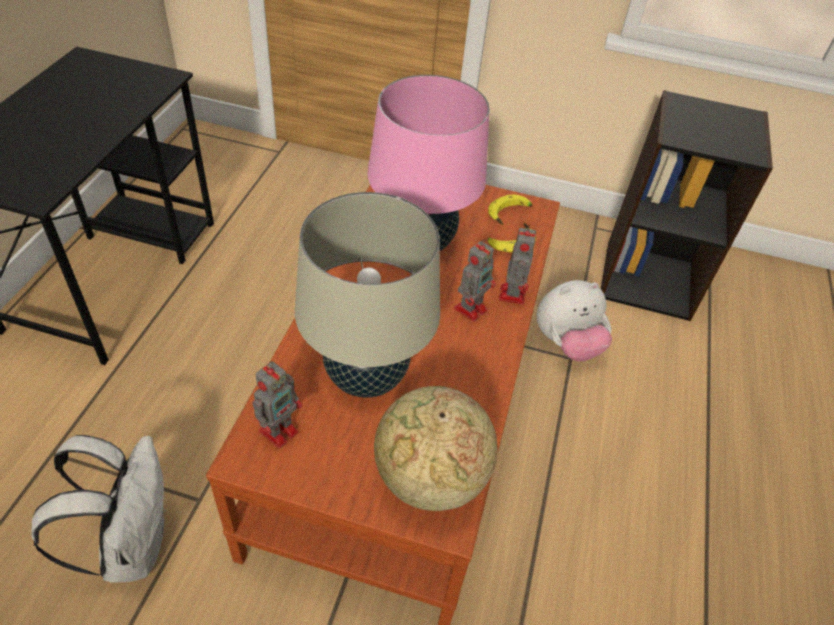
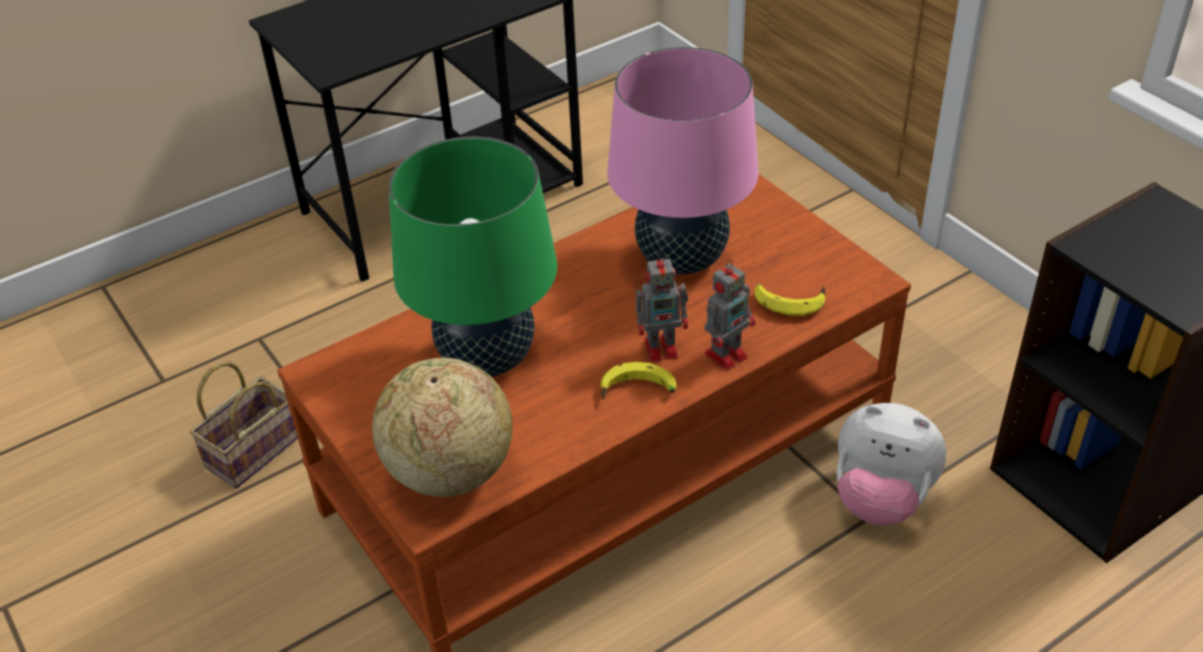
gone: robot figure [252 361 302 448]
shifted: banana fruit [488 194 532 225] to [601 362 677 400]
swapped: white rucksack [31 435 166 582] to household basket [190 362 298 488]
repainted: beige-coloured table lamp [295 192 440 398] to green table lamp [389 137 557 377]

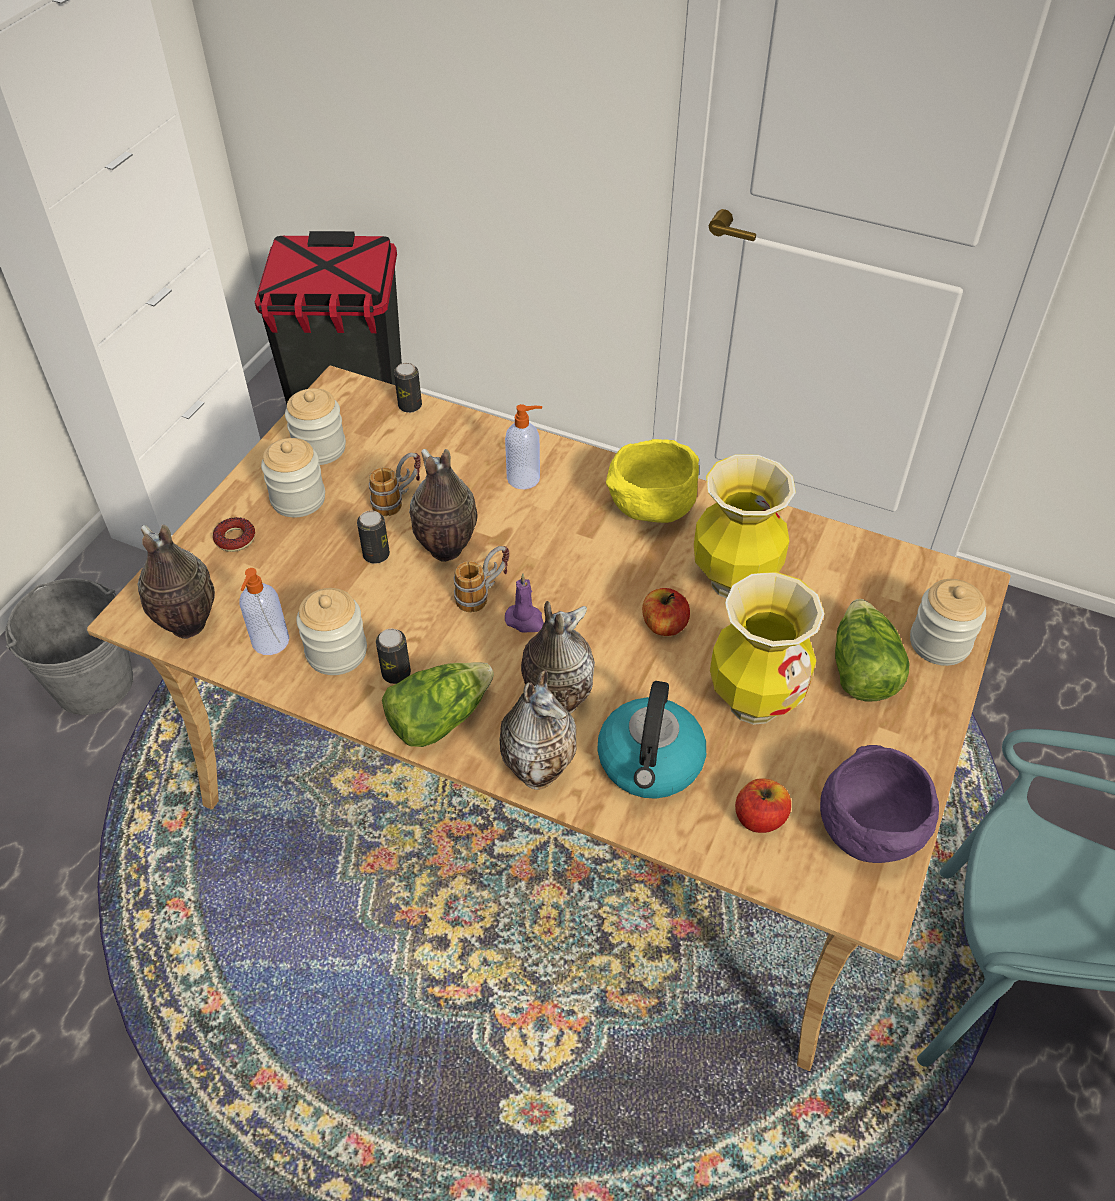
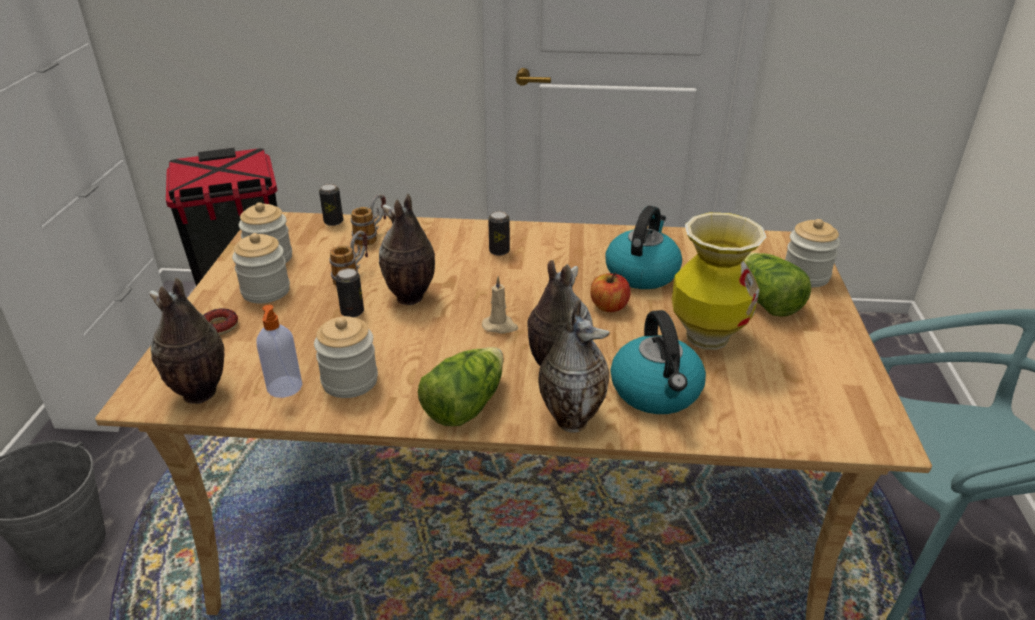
gone: soap dispenser [505 404 542 489]; yellow bowl [606 439 699 523]; apple fruit [735 778 791 833]; purple-coloured bowl [820 745 939 863]
shifted: metal can [376 629 411 684] to [488 211 510 256]; coffee mug [454 546 509 612] to [351 194 386 246]
swapped: decorative vase [694 454 796 598] to water kettle [605 206 682 289]
repainted: purple-coloured candle [505 574 544 633] to beige-coloured candle [482 276 518 334]

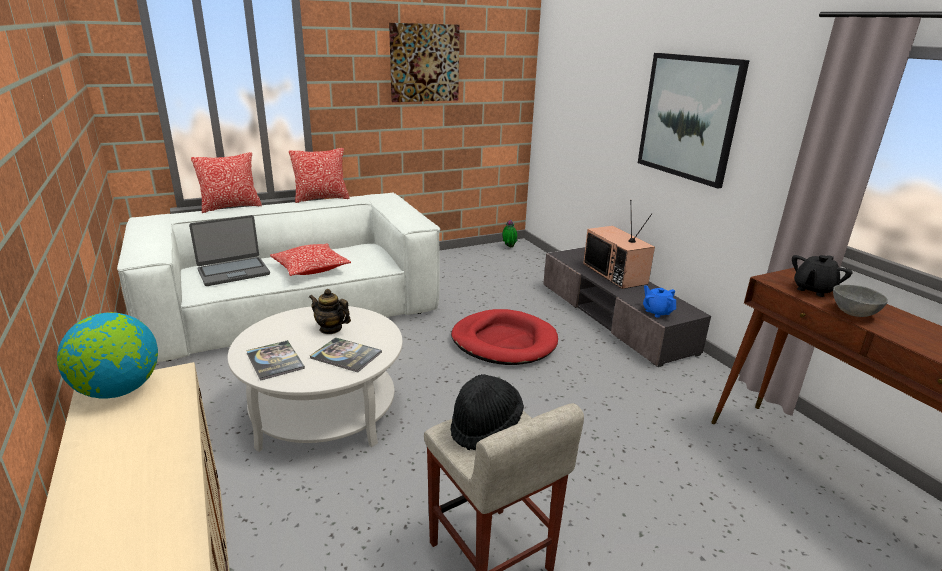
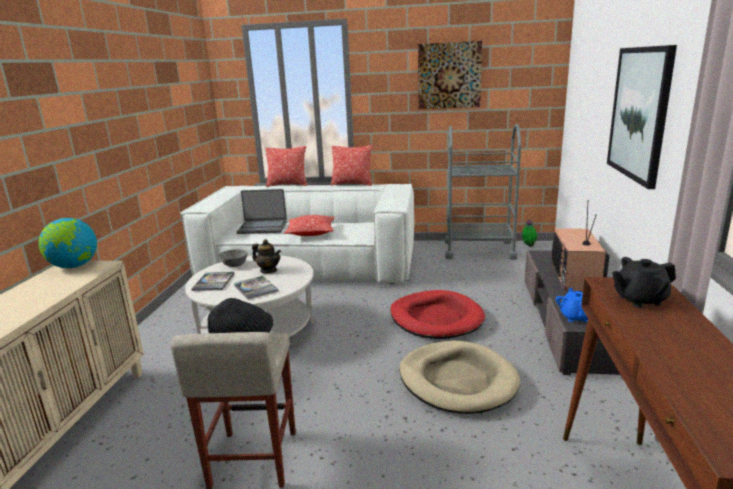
new: beige-coloured dog cushion [399 341 520 414]; gray trolley [445 124 521 260]
shifted: gray bowl [833 285 888 317] to [219 249 247 267]
rotated: tea pot [309 289 351 334] = [252 239 281 273] 150 degrees clockwise

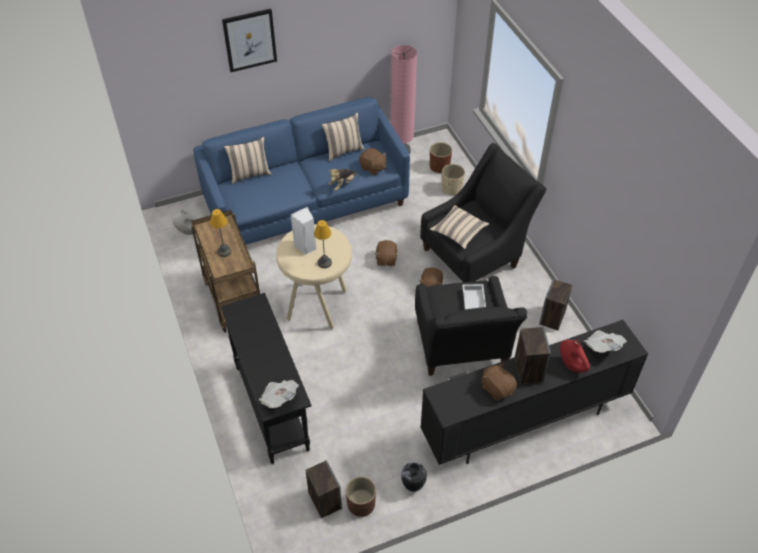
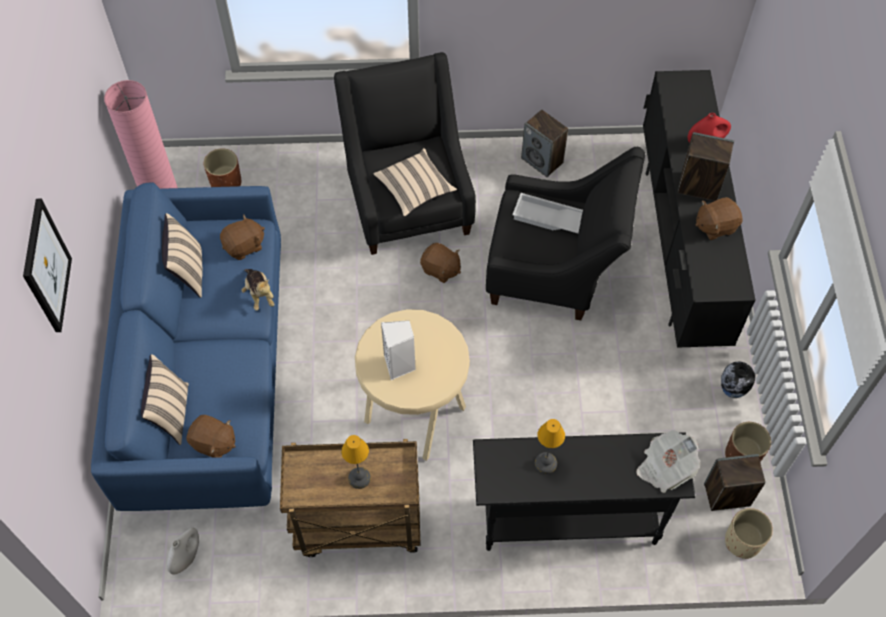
gone: printed paper [584 330 627 353]
shifted: table lamp [314 220 332 268] to [535 419 565 474]; brown-coloured plush toy [375 240 398 266] to [186 415 235 458]; beige-coloured plant pot [441 164 465 195] to [725 508 773 559]

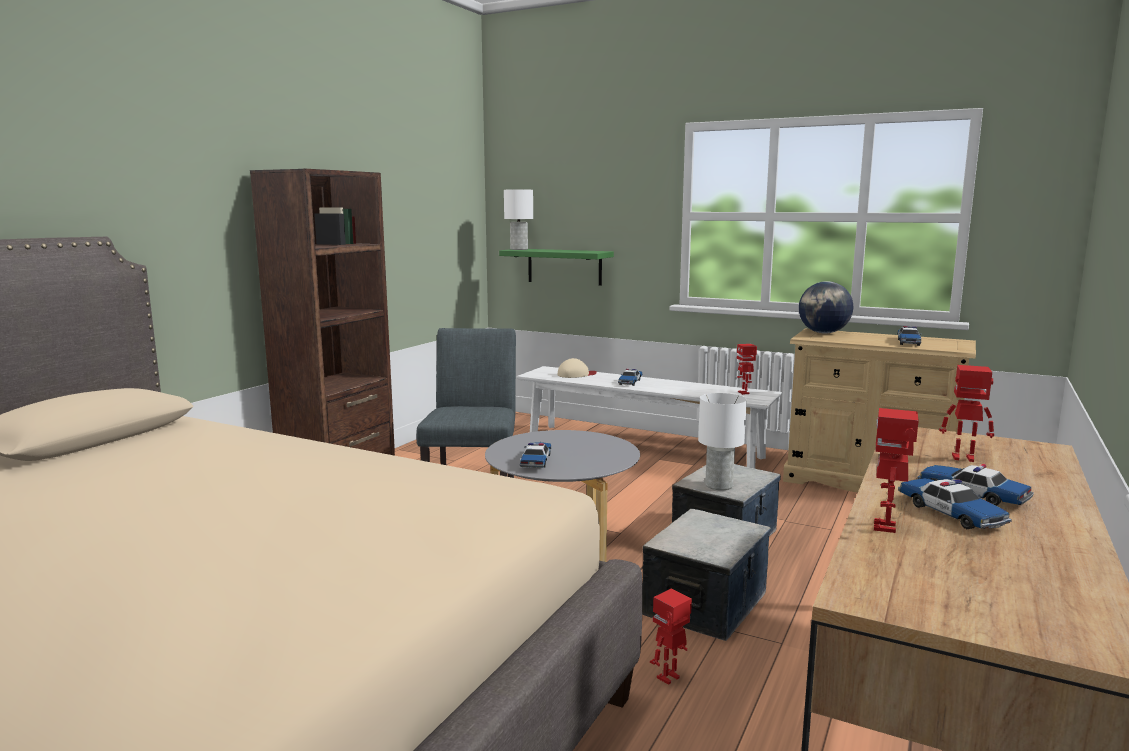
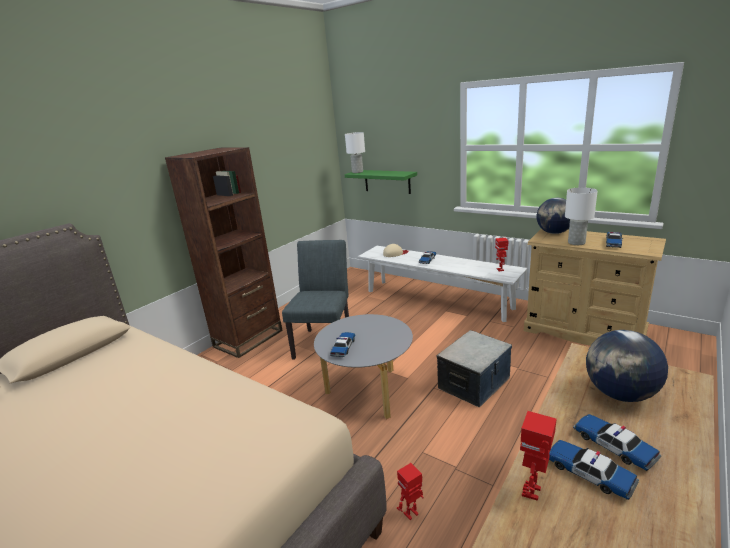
gone: storage bin [642 509 771 641]
shifted: white table lamp [698 393 747 490] to [565 187 598 245]
swapped: robot figure [939 365 994 462] to desk globe [586 330 668 402]
rotated: model car [898 478 1012 529] = [549 440 639 500] 150 degrees clockwise

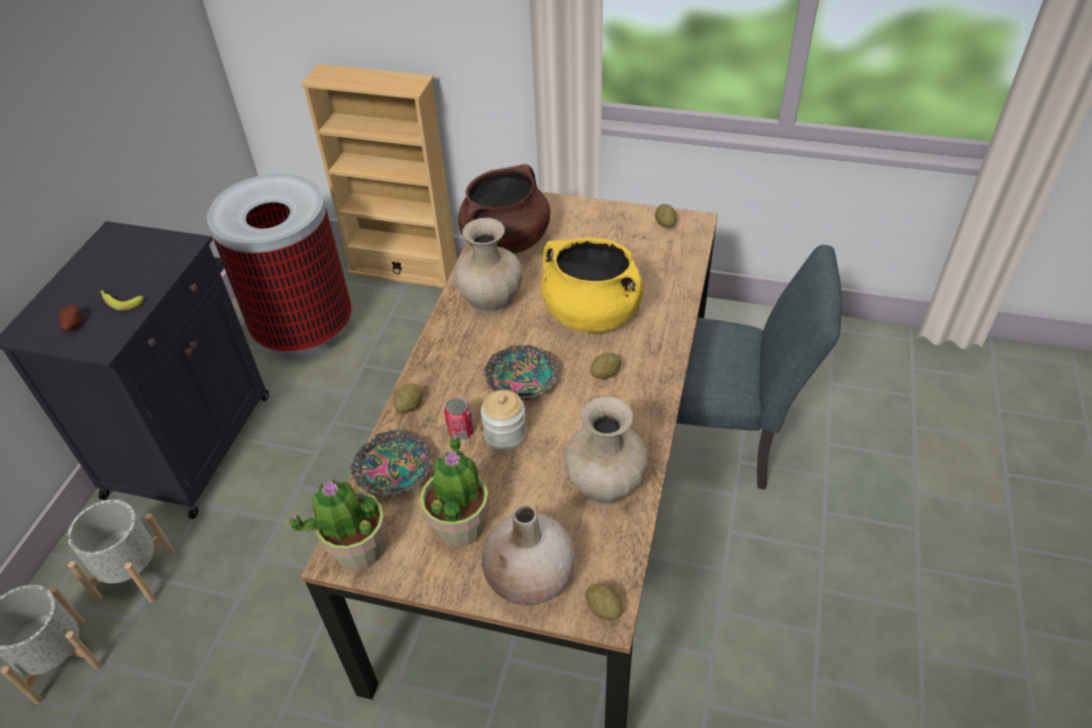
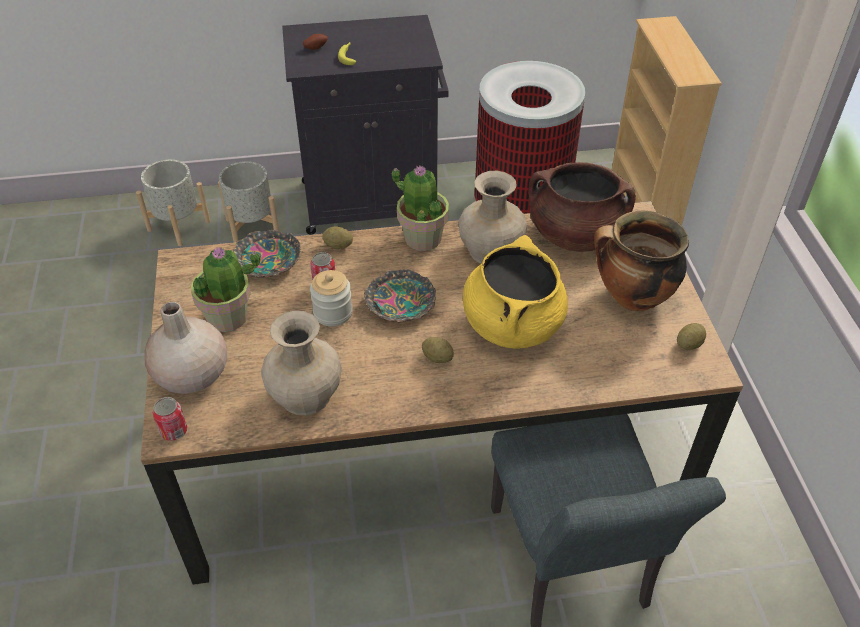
new: saucepot [594 211 689 311]
shifted: plant in a pot [289 479 386 571] to [392 166 449 251]
swapped: potato [586 583 623 620] to metal can [153 397 187 441]

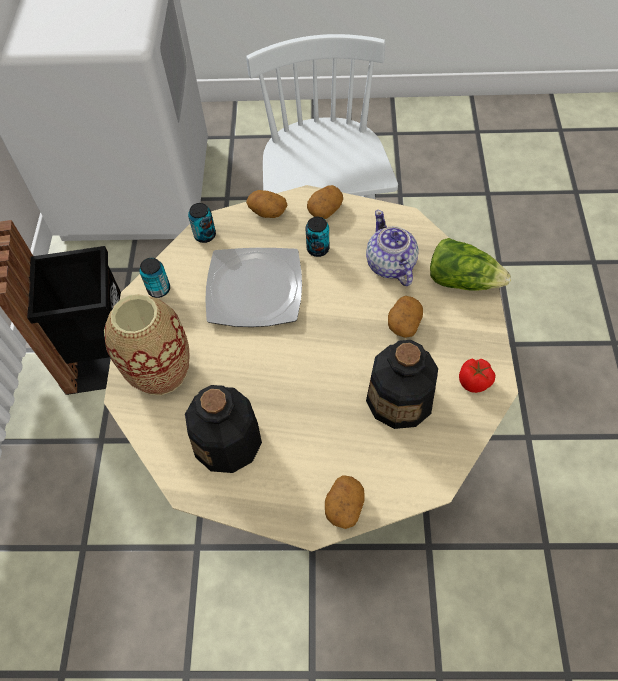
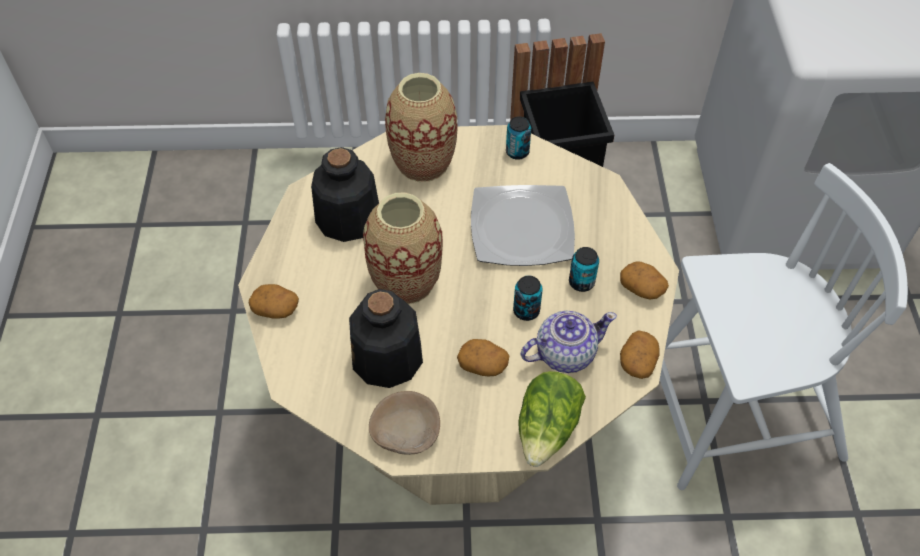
new: decorative vase [363 192 443 305]
shifted: metal can [188 203 216 243] to [513 276 543 321]; potato [246 190 287 218] to [620 331 660 379]
swapped: tomato [459 359 495 393] to beige-coloured bowl [369 391 440 455]

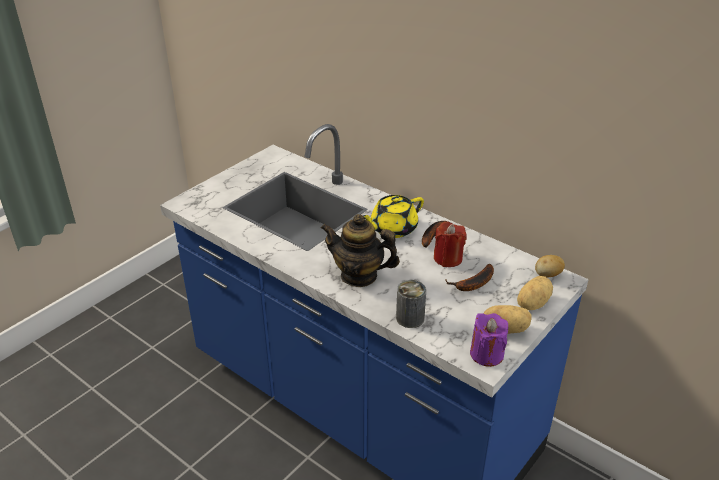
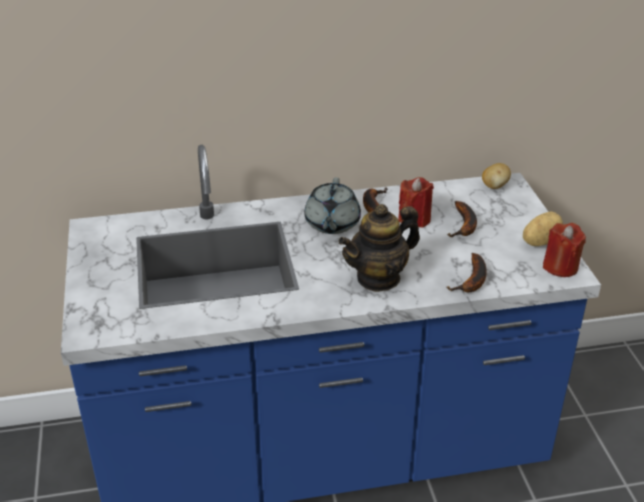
gone: potato [517 276 553 310]
swapped: metal can [396 280 426 328] to banana fruit [447 253 487 292]
repainted: yellow tea pot [363 195 424 238] to gray tea pot [304 177 361 234]; purple-coloured candle [470 313 508 367] to red candle [543 223 586 277]

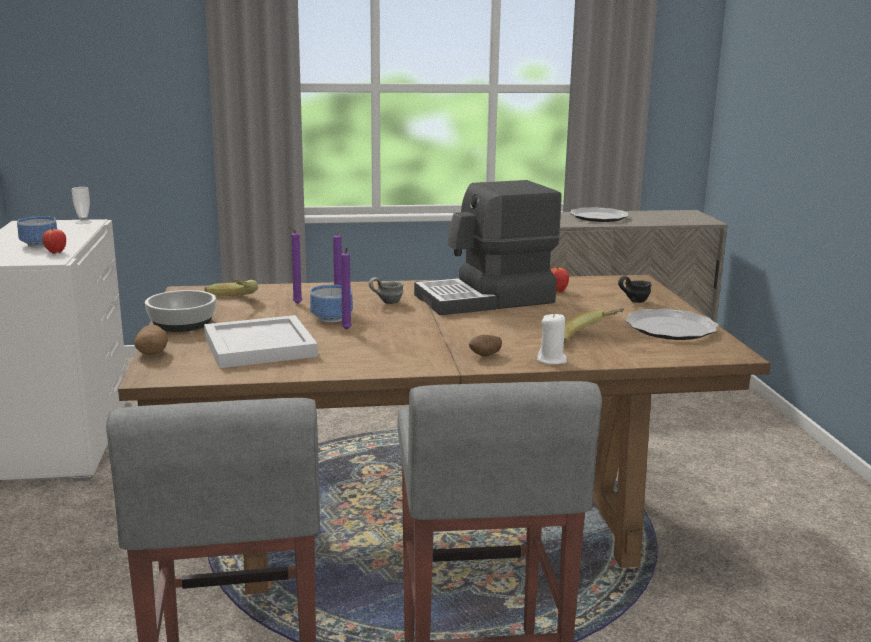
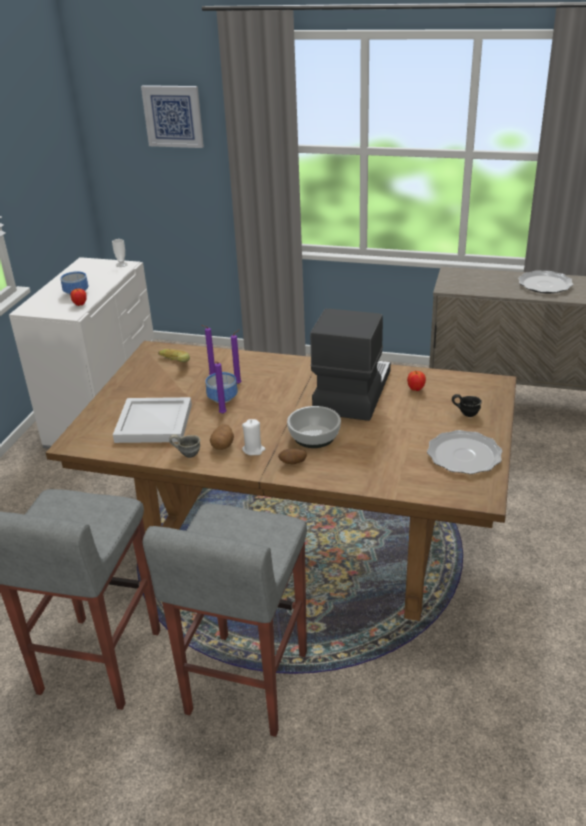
gone: banana fruit [564 308 624 344]
new: wall picture [141 85 204 148]
shifted: potato [134 325 168 355] to [210 424 234 450]; bowl [145 290 216 332] to [287 406 341 448]; gray coffee mug [369 277 404 304] to [169 434 200 458]; white candle [537 312 567 364] to [242 419 265 455]
rotated: coffee maker [414 180 562 315] = [310 309 391 421] 105 degrees clockwise

